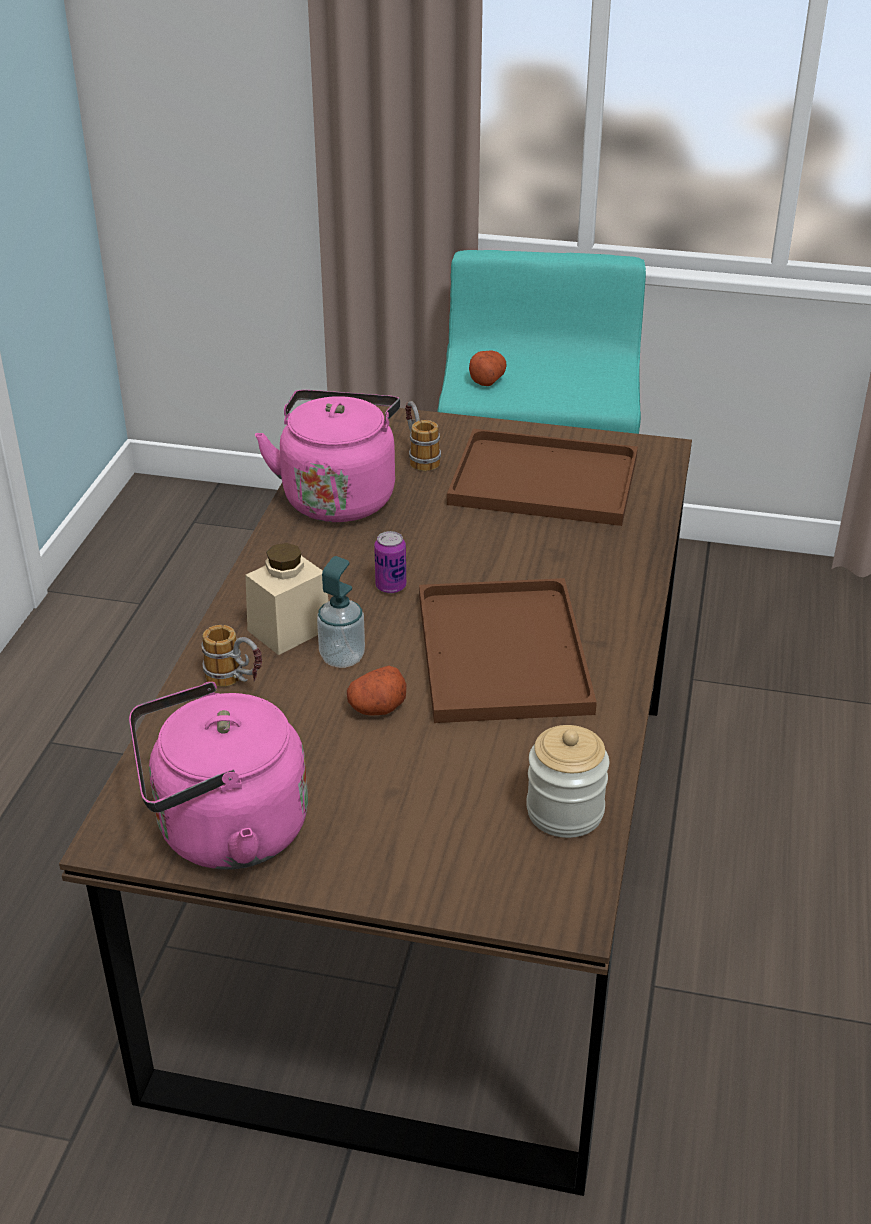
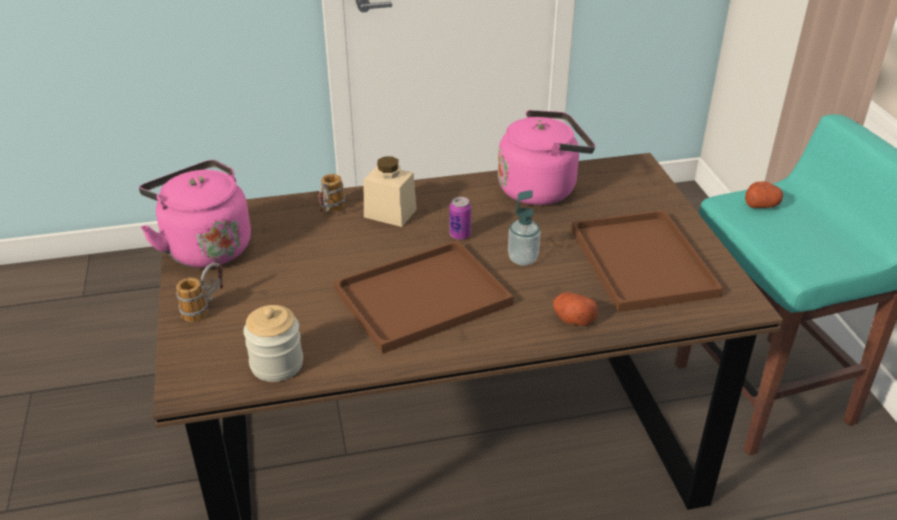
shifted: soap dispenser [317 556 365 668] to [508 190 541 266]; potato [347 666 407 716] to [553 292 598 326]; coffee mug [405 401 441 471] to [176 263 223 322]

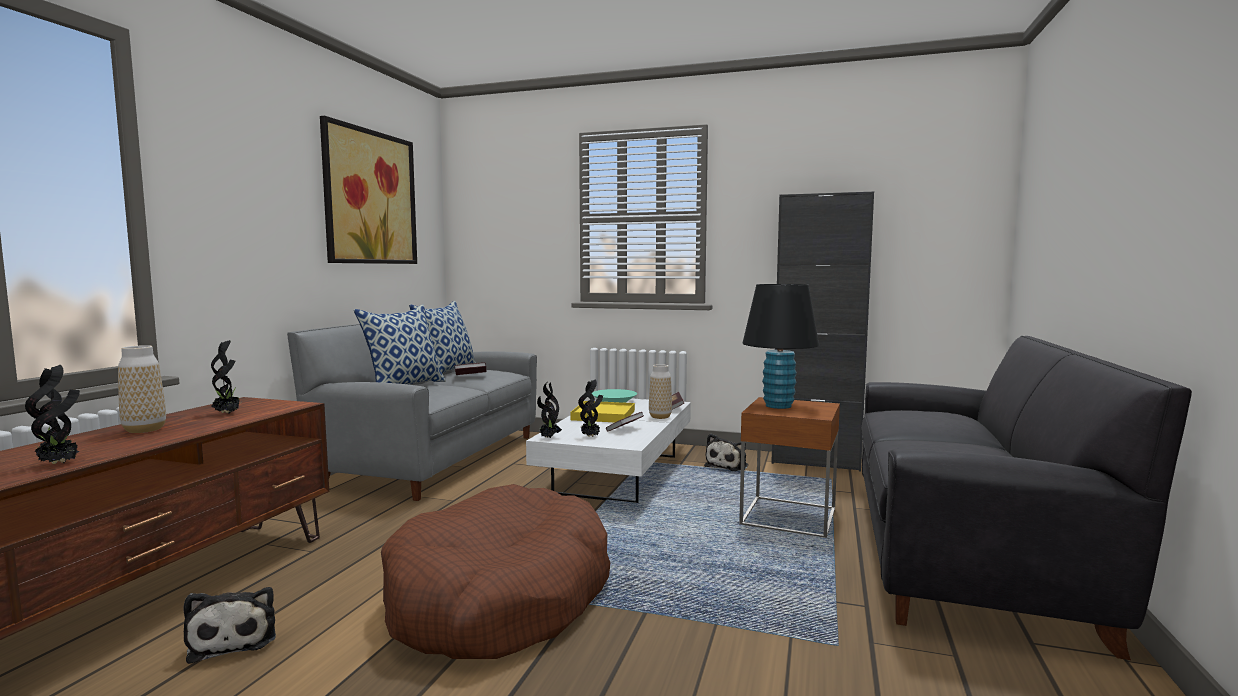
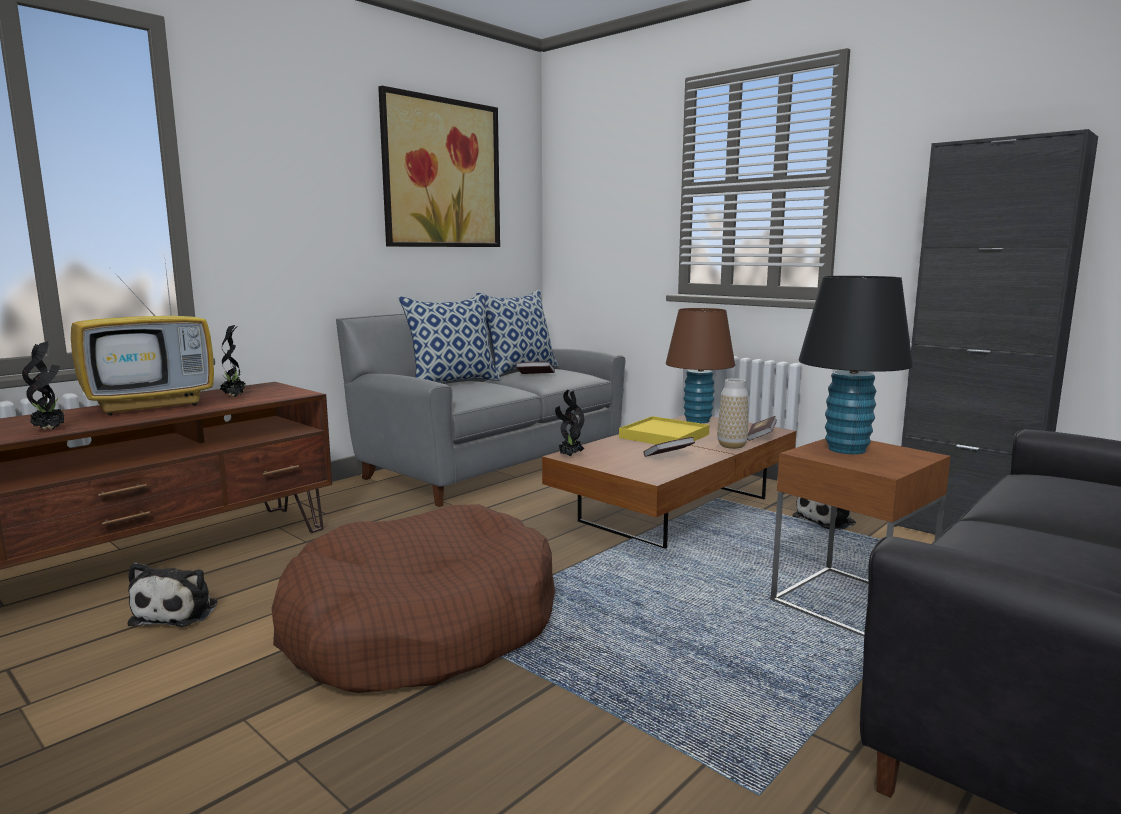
gone: plant in a pot [578 379 603 437]
swapped: decorative vase [118 345 166 433] to television [71 254 214 416]; turquoise bowl [592 389 637 403] to brown-coloured table lamp [666 308 735 423]
repainted: white lounge table [526 398 691 503] to brown-coloured lounge table [542 415 796 549]

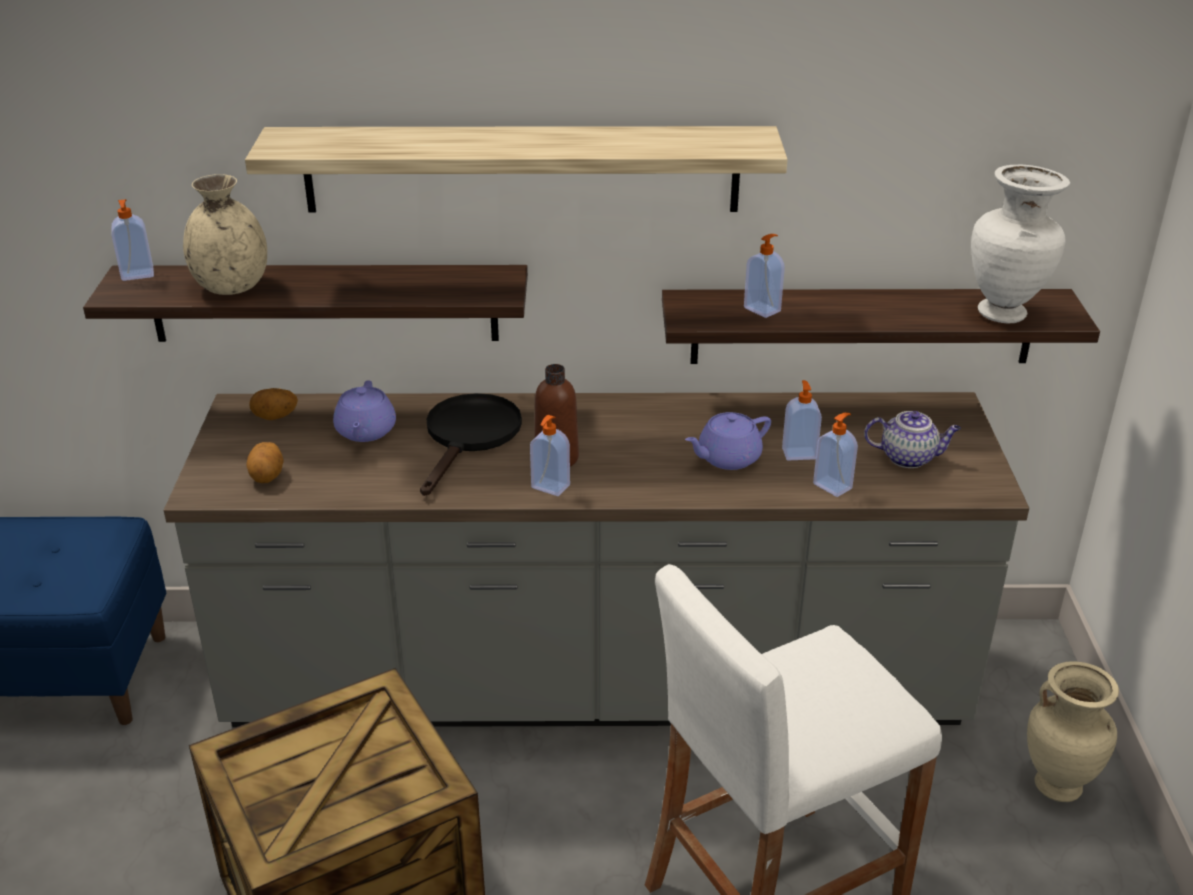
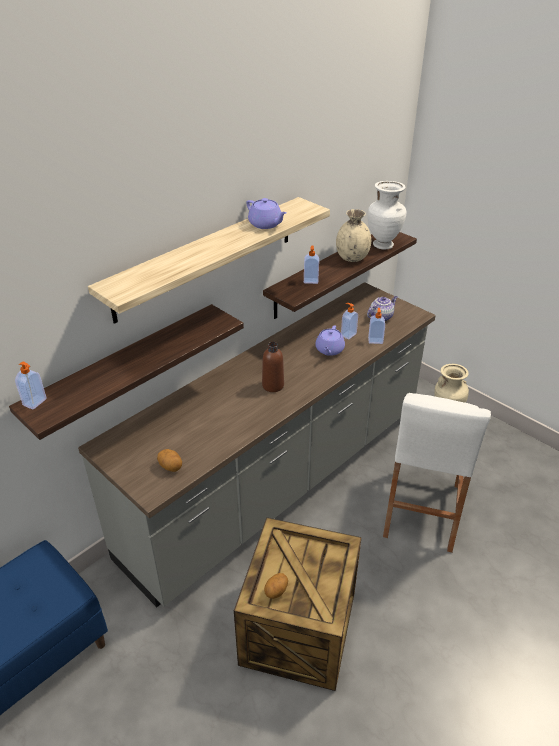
gone: black-coloured pan [420 393 522 496]; soap dispenser [530 415 570 496]
shifted: beige-coloured decorative vase [183 174 267 295] to [336 209 371 262]; potato [249 388 298 420] to [264 573 288 599]; purple-coloured tea pot [333 380 396 442] to [246 198 286 229]

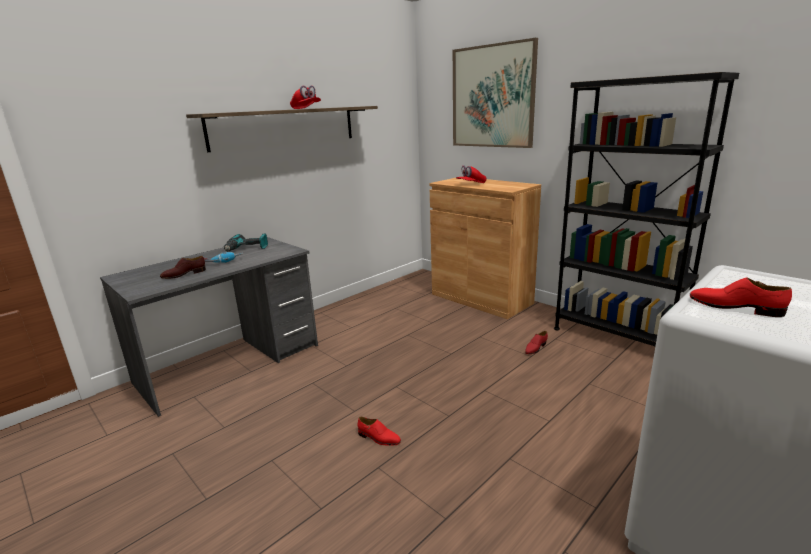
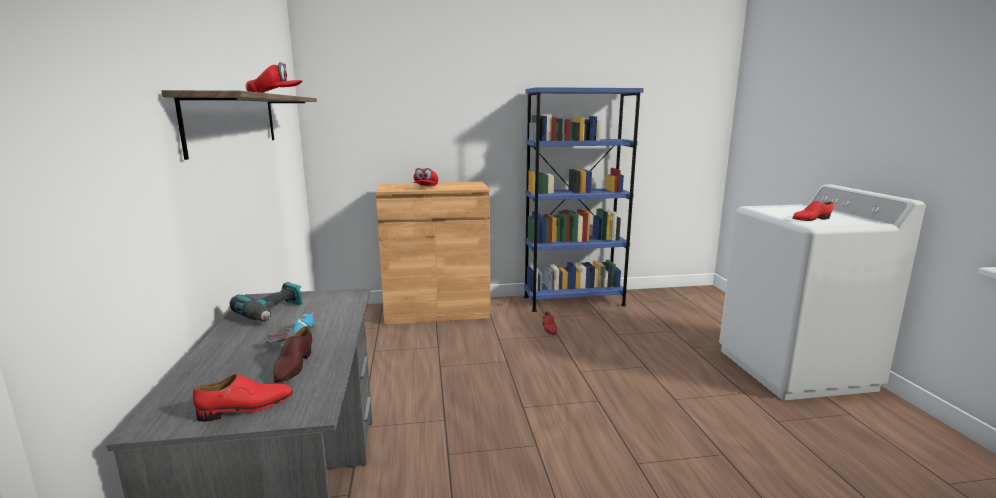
gone: wall picture [453 38 538 148]
shifted: red low shoe [358 417 401 446] to [193 374 293 421]
repainted: black-coloured bookcase [554 72 739 346] to blue bookcase [524 87 644 312]

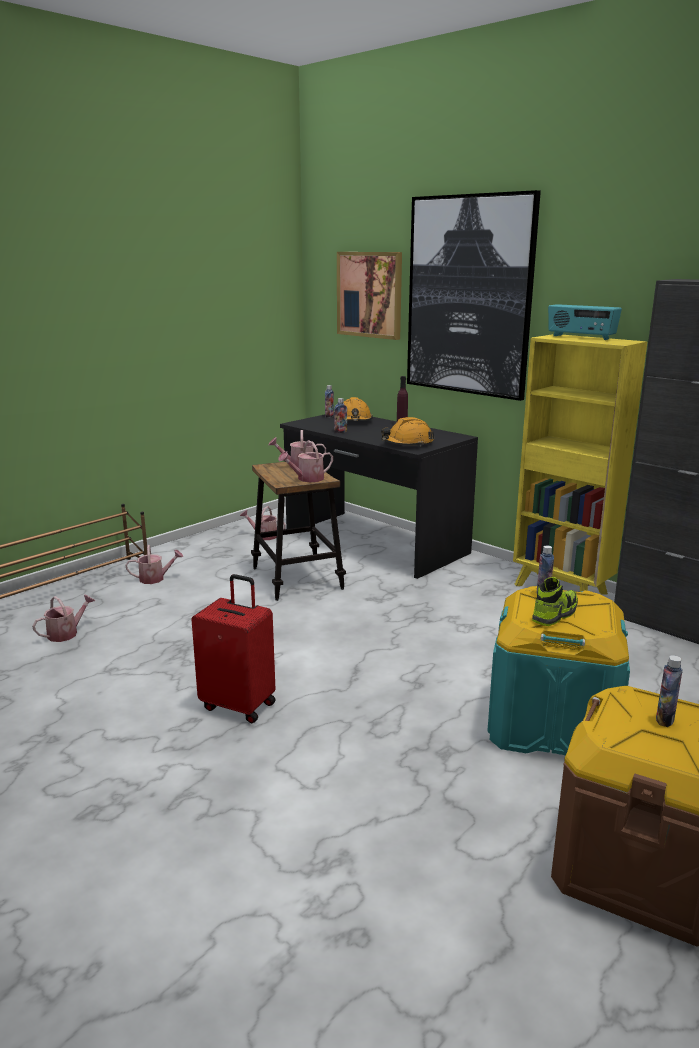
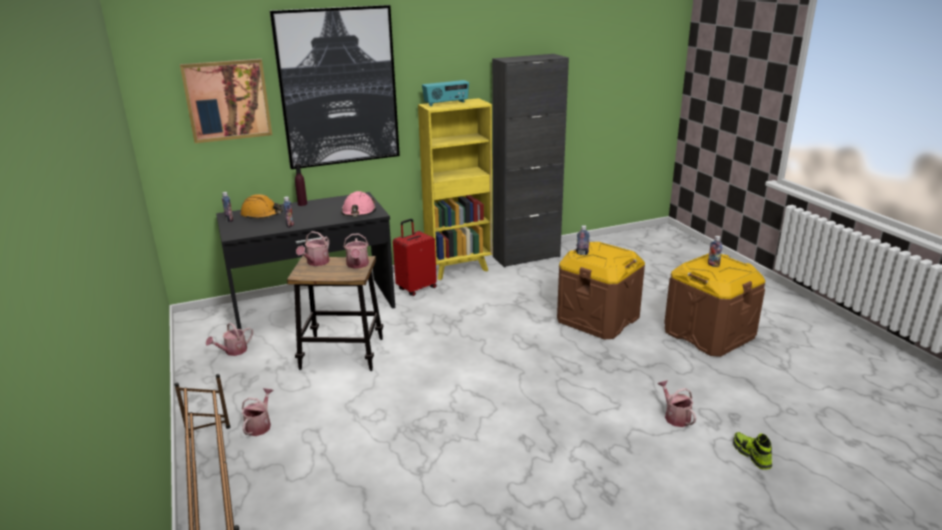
shifted: sprinkling can [32 595 95 642] to [658 380 696 427]; red piece of luggage [191 574 276 723] to [393 219 437 296]; low shoe [532 577 578 626] to [733 432 772 470]
repainted: orange-coloured hard hat [381 417 434 447] to pinkish hard hat [341 191 376 216]; turquoise storage bin [487 586 630 756] to brown-coloured storage bin [557 242 645 339]

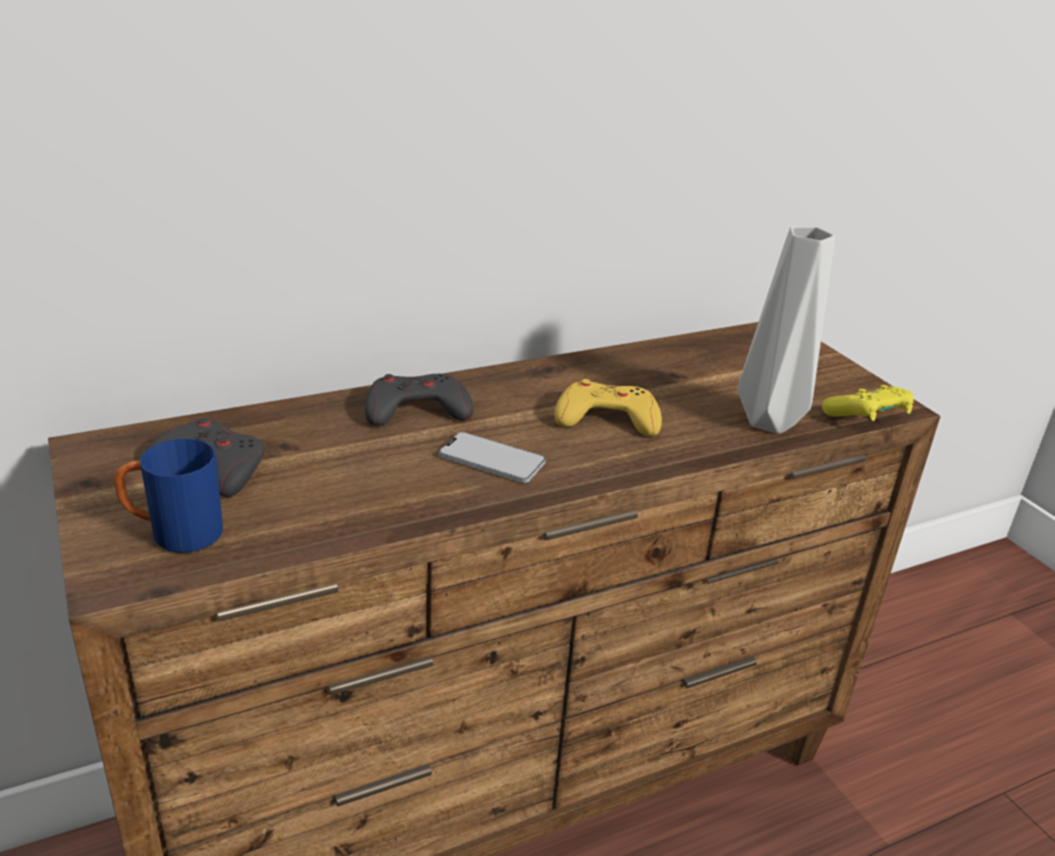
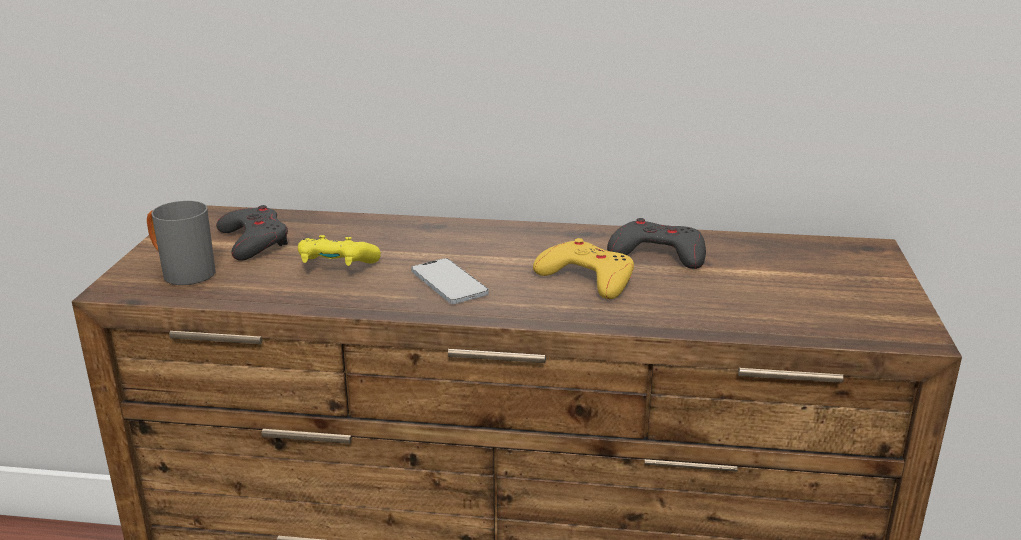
gone: gray decorative vase [738 226 835 434]
shifted: gray joypad [365 374 473 426] to [607 218 706 269]; yellow joypad [822 385 914 421] to [298 235 381 266]
repainted: blue coffee mug [114 439 223 553] to gray coffee mug [147 201 215 285]

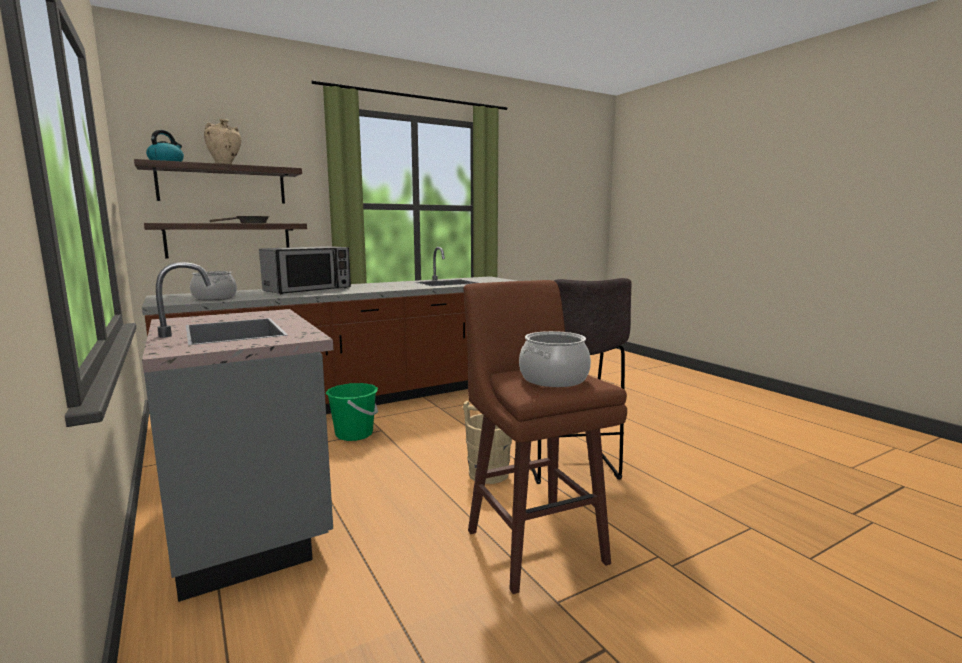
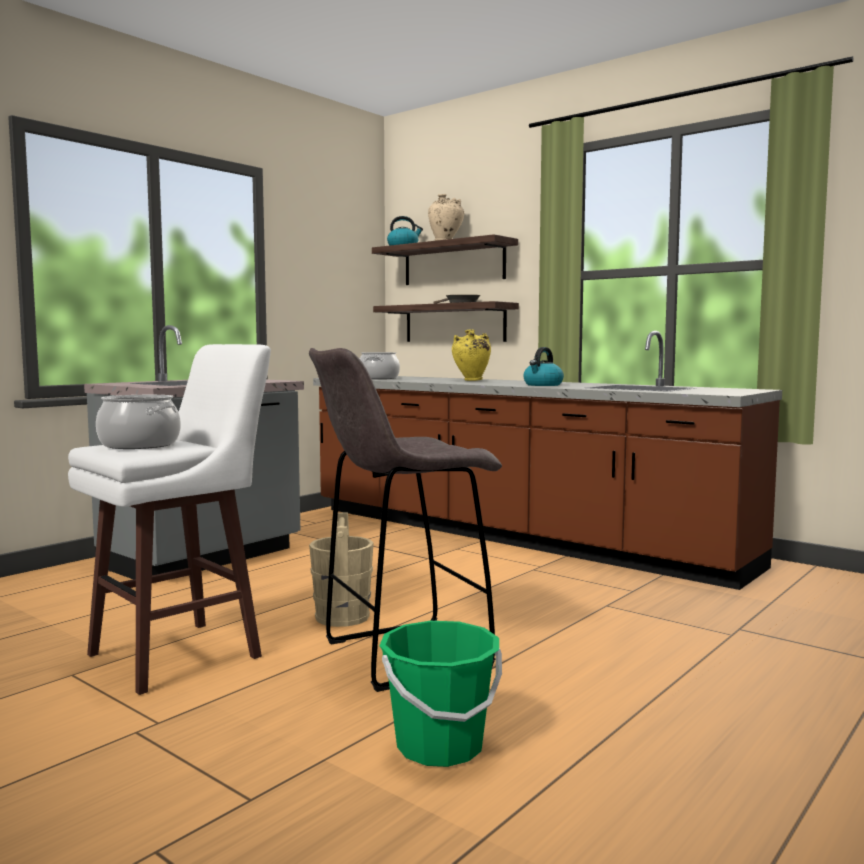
new: water kettle [523 347 564 386]
shifted: green water bucket [326 383 378 441] to [379 621 502 767]
swapped: microwave [259 246 351 294] to yellow decorative vase [452 330 491 381]
repainted: brown-coloured stool seat [464 280 627 594] to white stool seat [68 344 271 695]

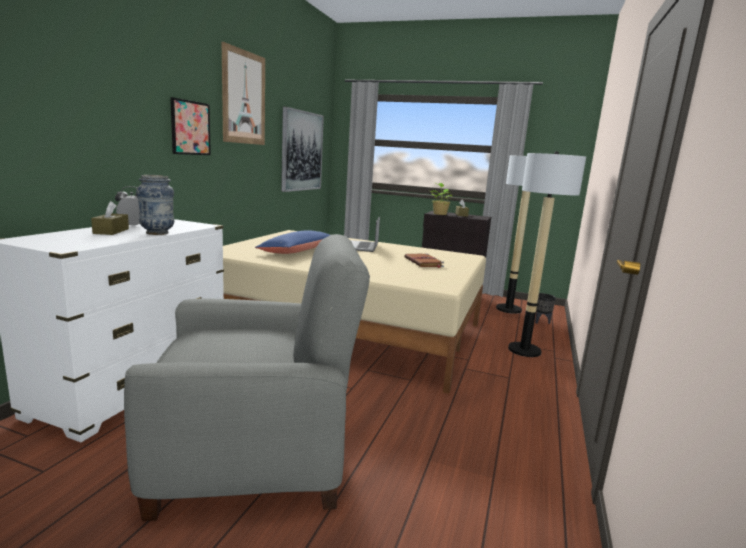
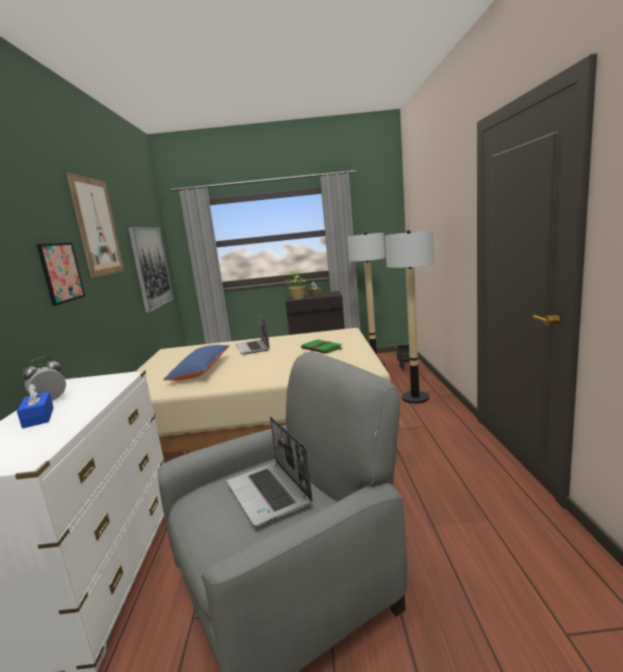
gone: decorative vase [136 175 174 235]
new: laptop [227 416 313 527]
repainted: brown-coloured tissue box [91 201 129 235] to blue tissue box [17 383 54 429]; brown-coloured volume [404 253 444 268] to green volume [301 339 342 354]

